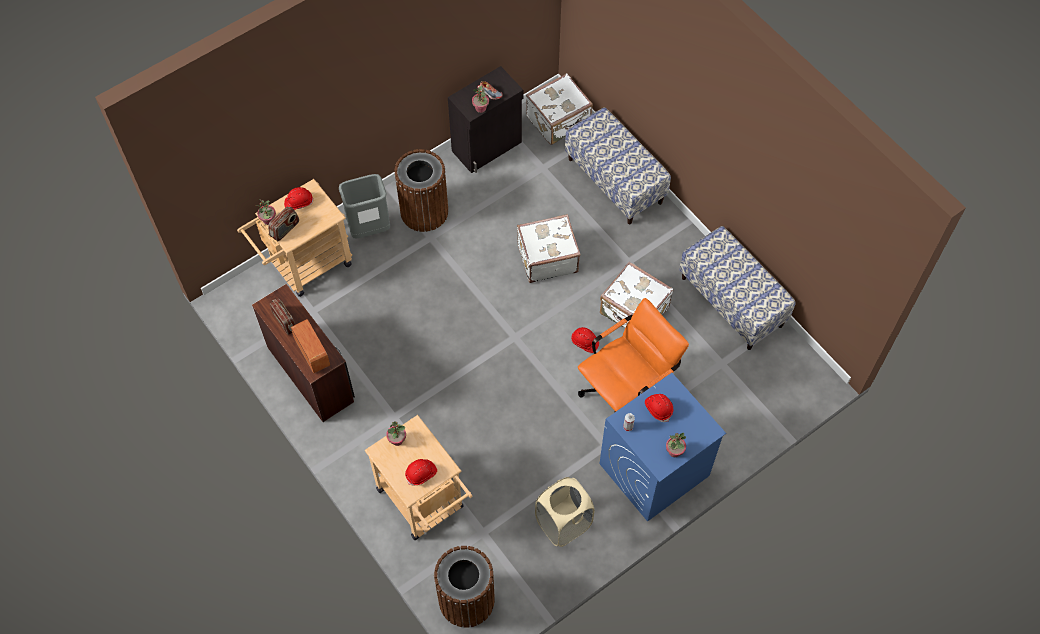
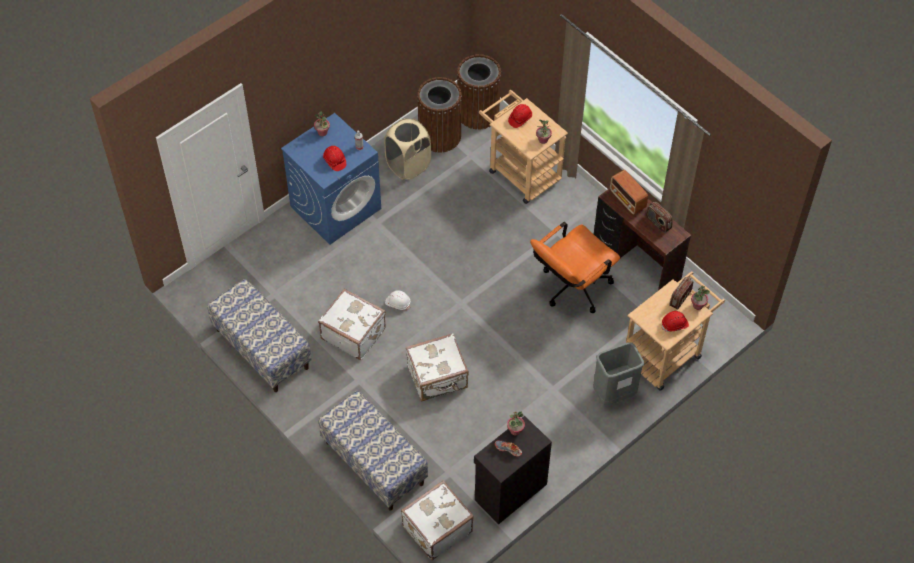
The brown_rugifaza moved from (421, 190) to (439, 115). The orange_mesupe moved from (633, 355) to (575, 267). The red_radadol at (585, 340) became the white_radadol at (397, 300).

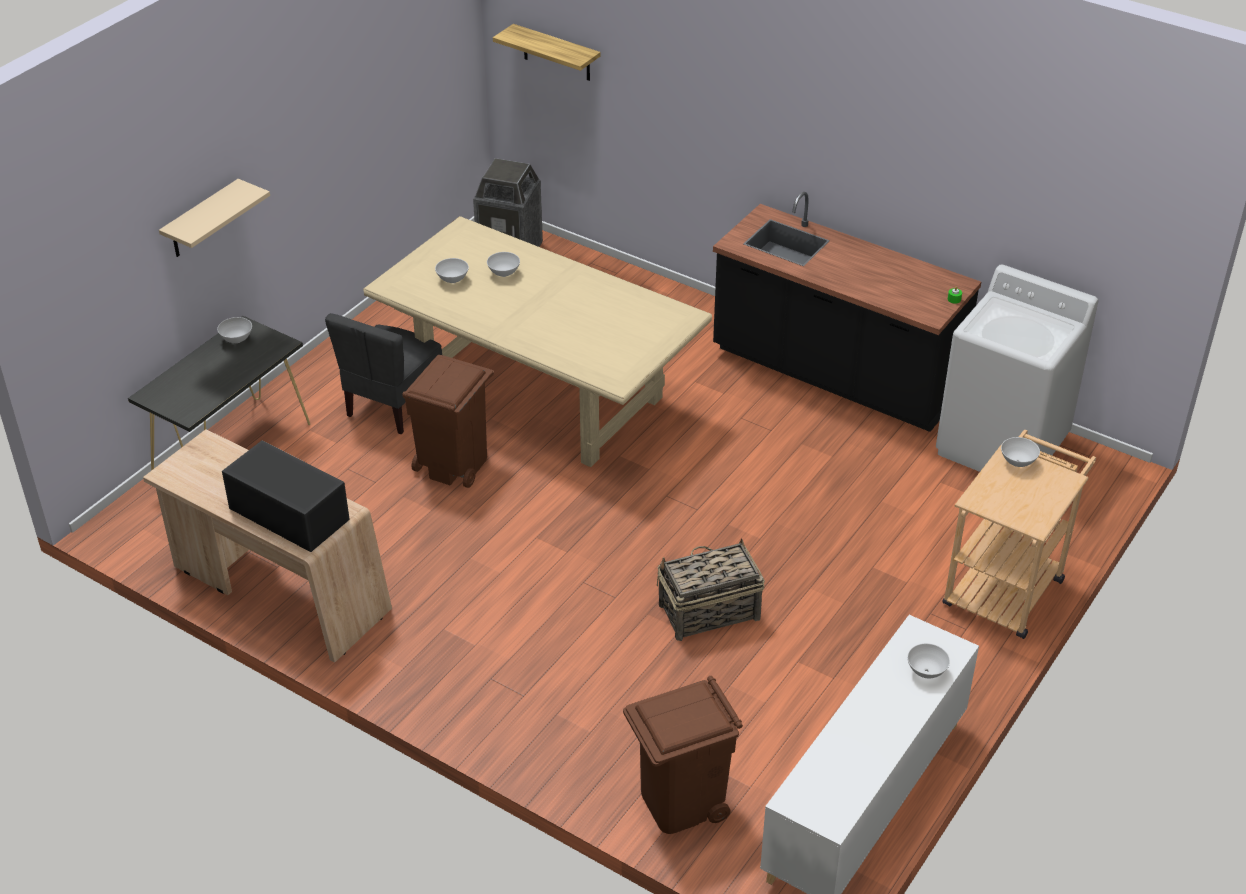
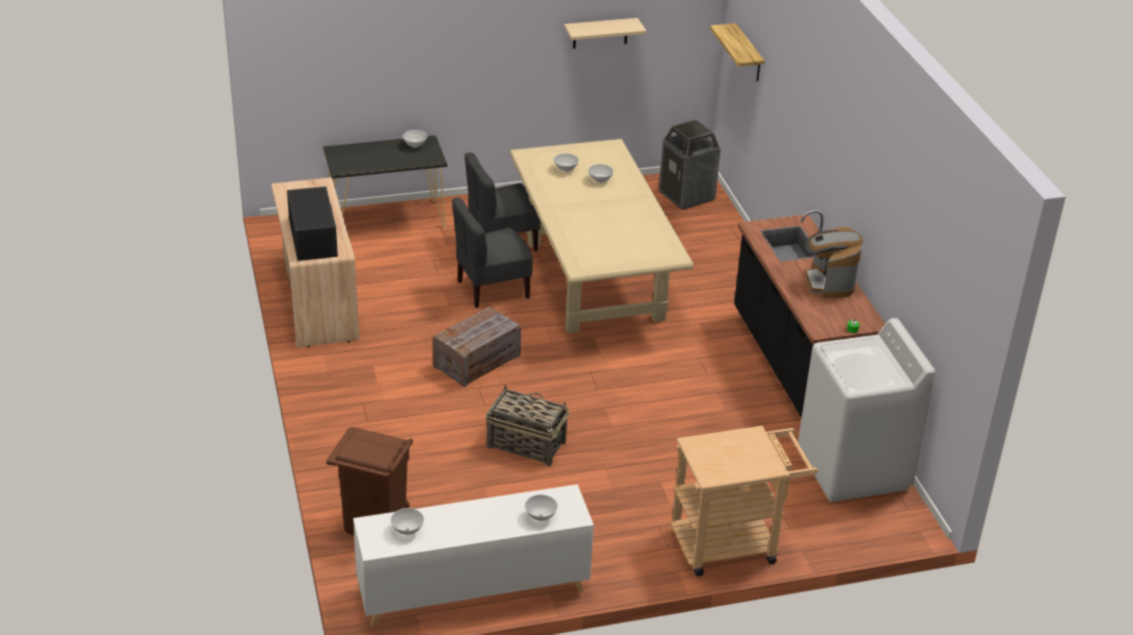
The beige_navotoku moved from (214, 218) to (605, 33). The brown_rugifaza at (448, 421) was replaced by the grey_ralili at (492, 253). The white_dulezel moved from (1020, 452) to (407, 521). The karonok at (834, 262) appeared. The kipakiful at (477, 346) appeared.

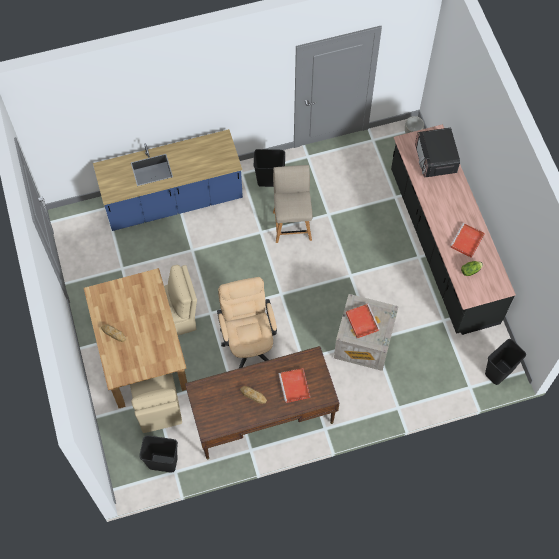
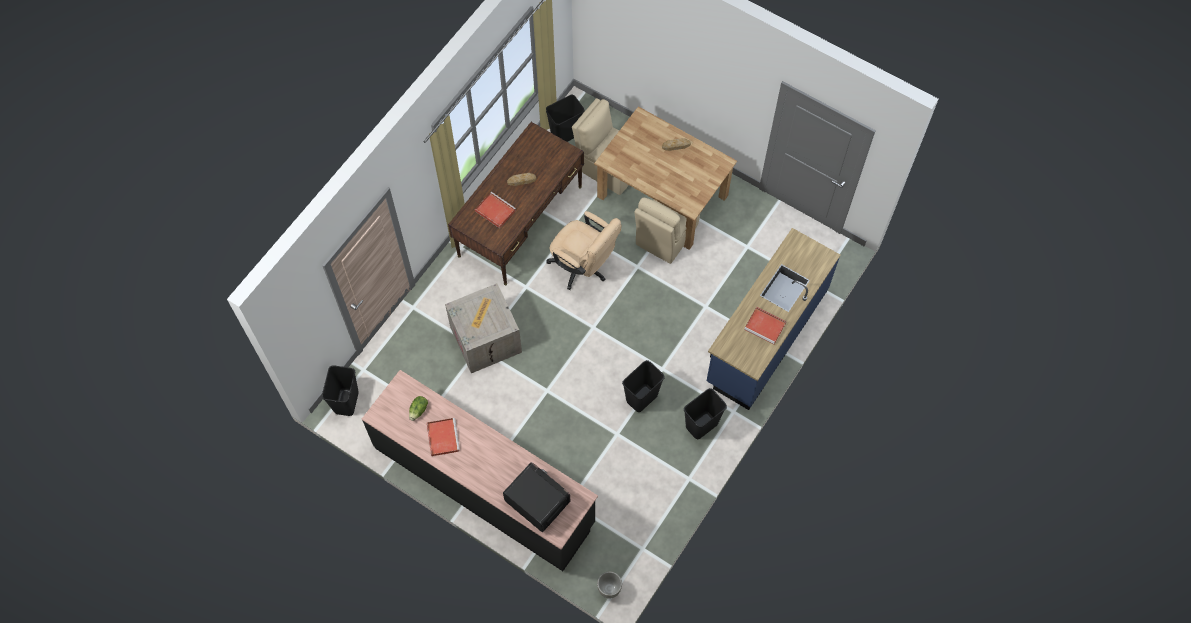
The beige_ralili at (292, 204) was replaced by the black_rugifaza at (643, 386). The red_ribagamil moved from (363, 321) to (765, 325).

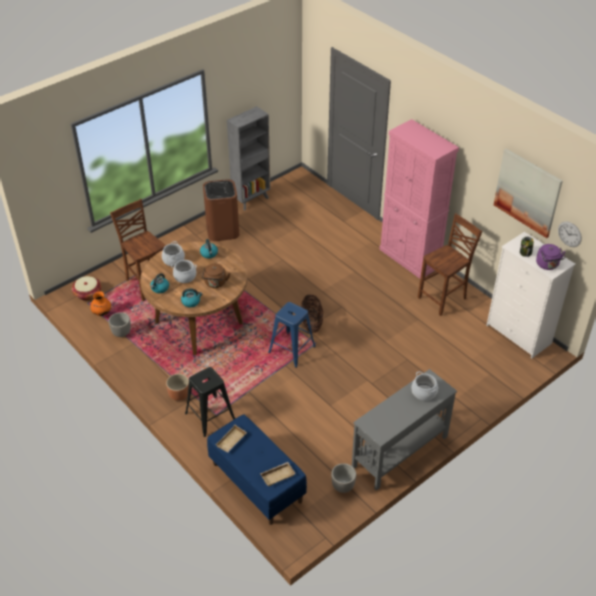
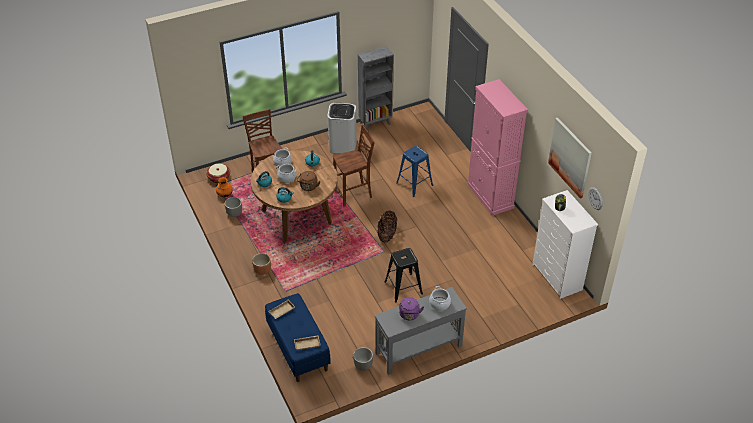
The brown_rugifaza at (221, 210) became the white_rugifaza at (342, 128). The brown_ralili moved from (450, 264) to (354, 165). The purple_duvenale moved from (550, 257) to (411, 308). The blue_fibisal moved from (292, 335) to (414, 171). The black_fibisal moved from (210, 402) to (403, 275).

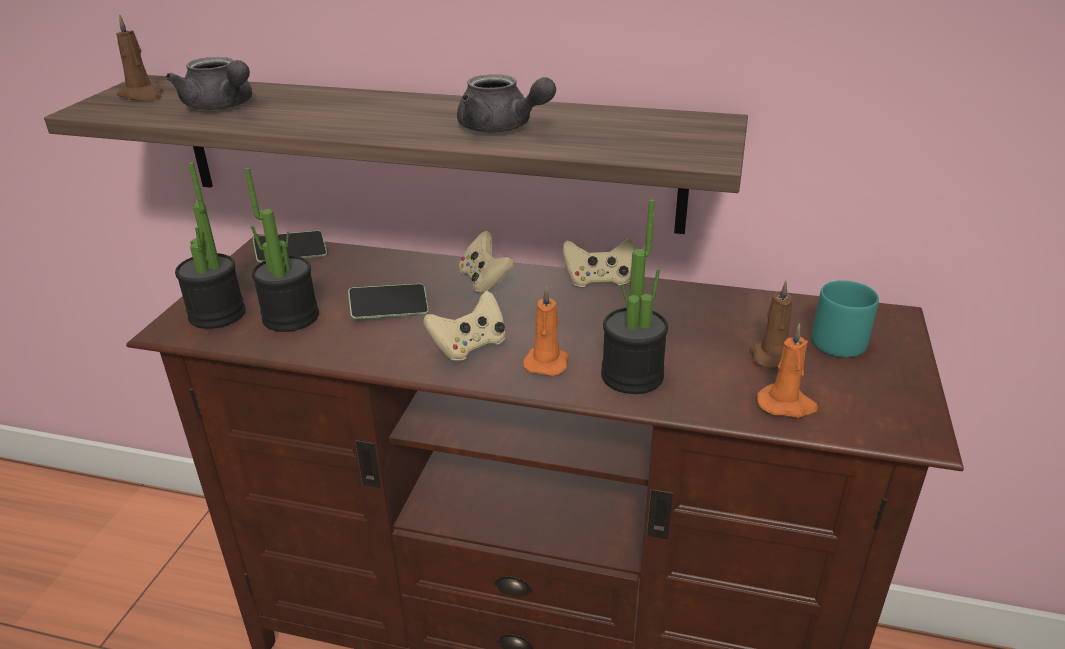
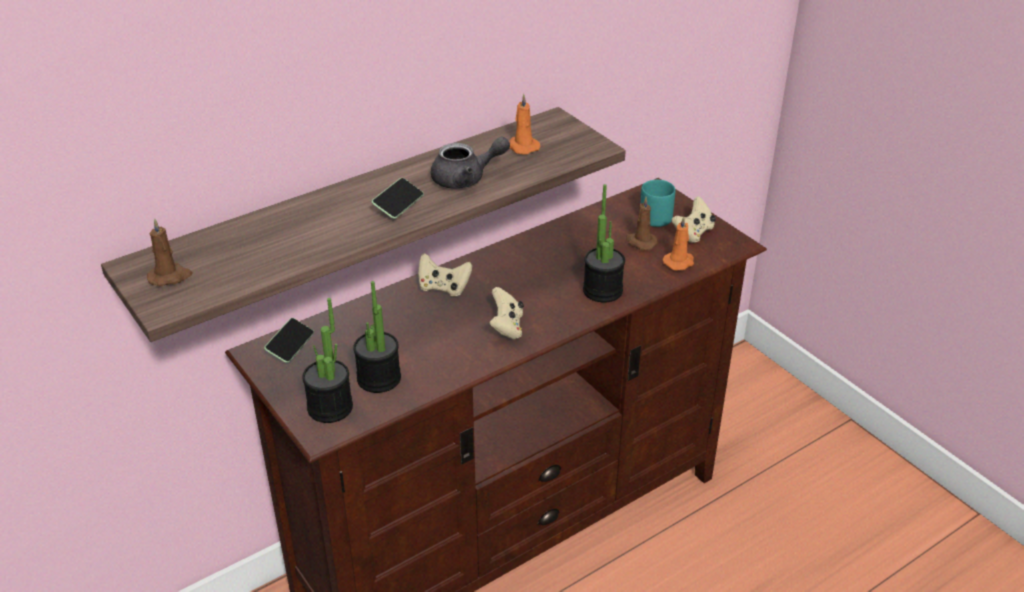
The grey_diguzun at (209, 83) disappeared. The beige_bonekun moved from (599, 263) to (693, 219). The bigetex moved from (388, 301) to (398, 198). The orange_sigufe moved from (545, 331) to (524, 124).

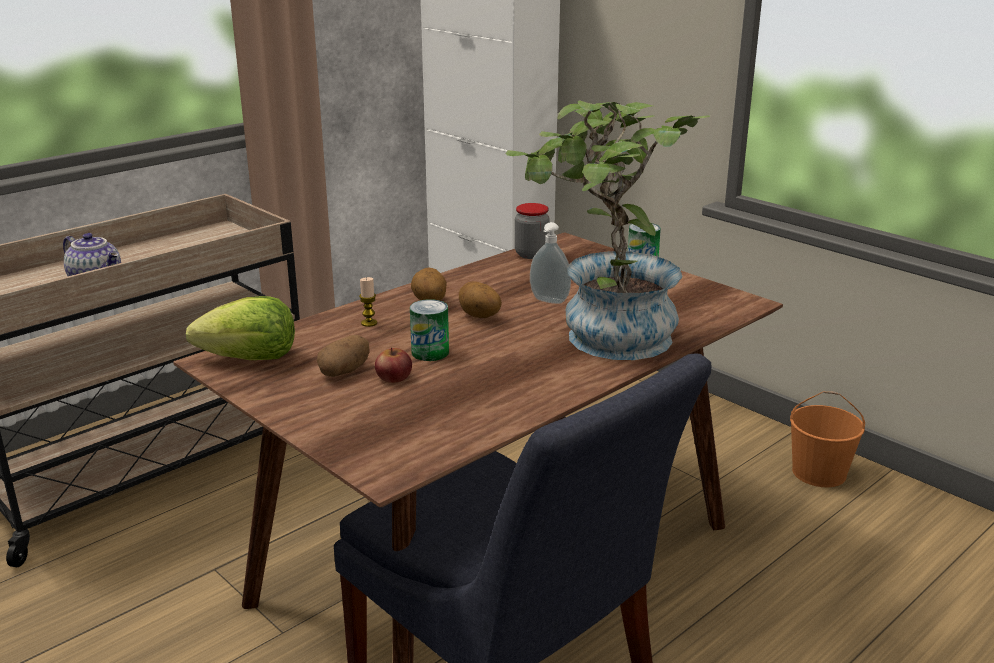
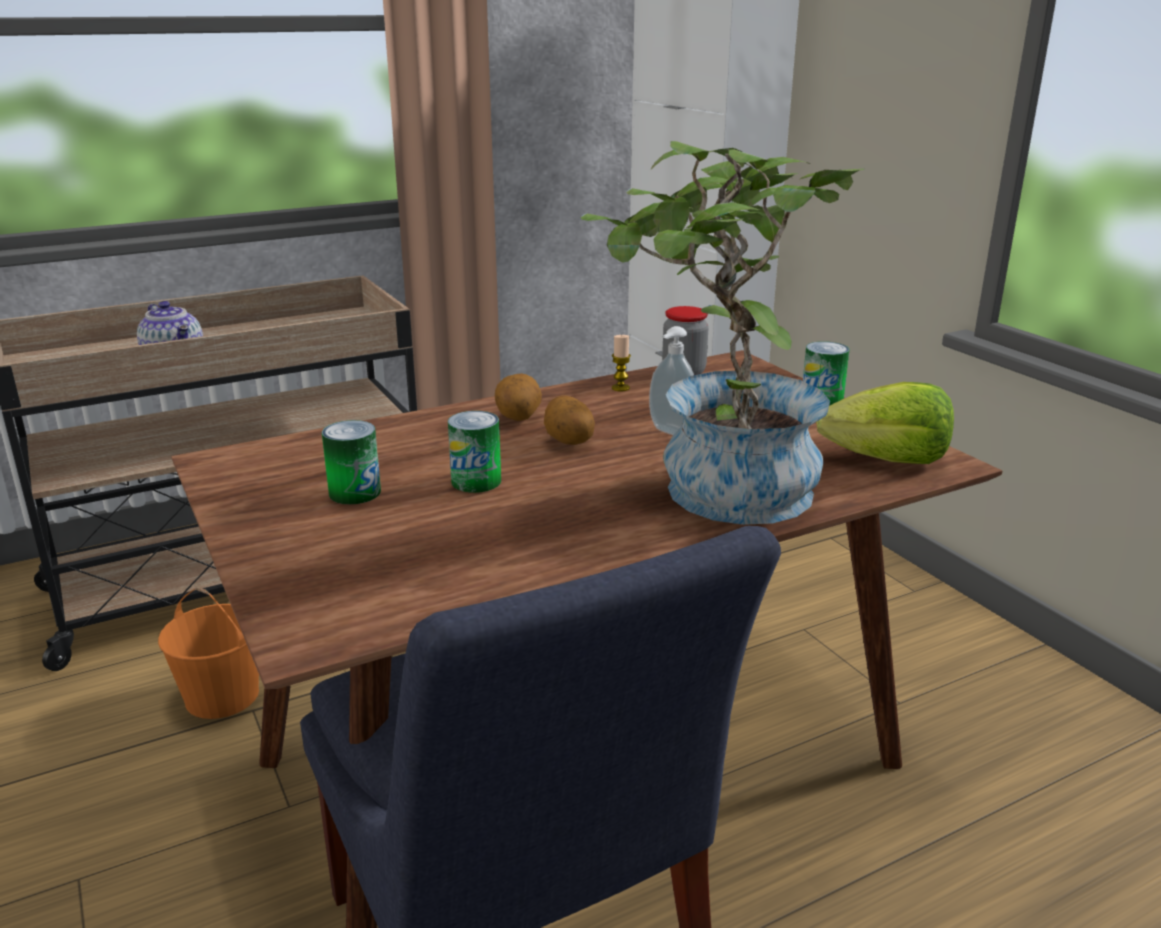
The sigufe moved from (368, 302) to (621, 362). The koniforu moved from (240, 328) to (885, 423). The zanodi at (343, 356) was replaced by the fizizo at (351, 462). The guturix at (393, 365) disappeared. The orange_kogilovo moved from (827, 439) to (208, 653).

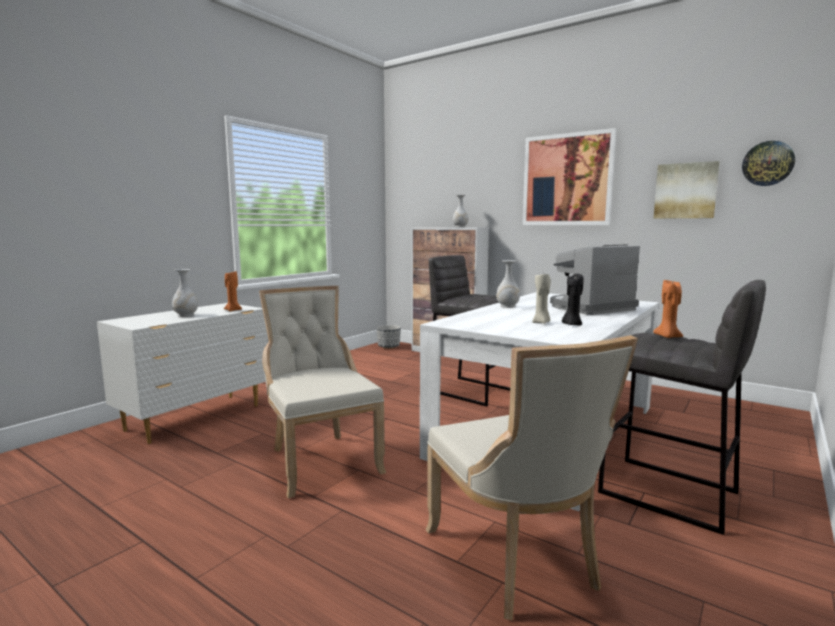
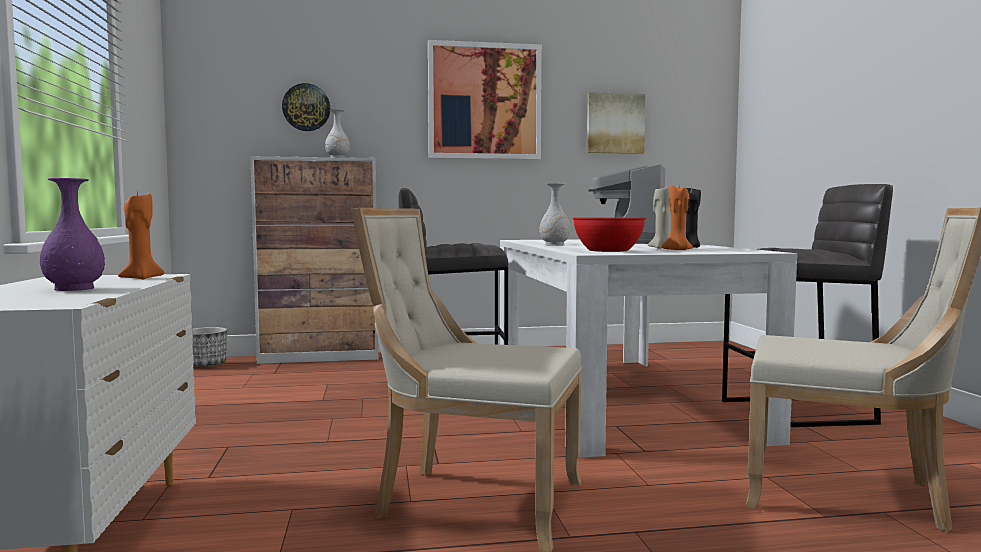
The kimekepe moved from (768, 163) to (306, 107). The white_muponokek at (185, 293) became the purple_muponokek at (72, 234). The orange_sigufe moved from (668, 309) to (677, 217). The red_dulezel at (609, 234) appeared.

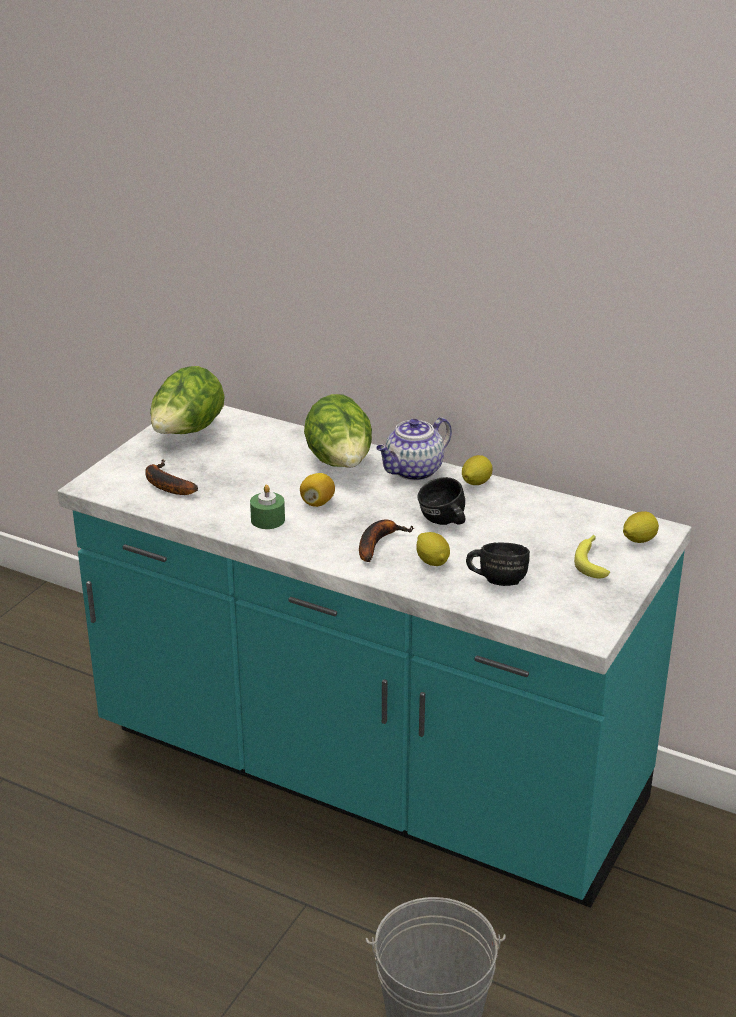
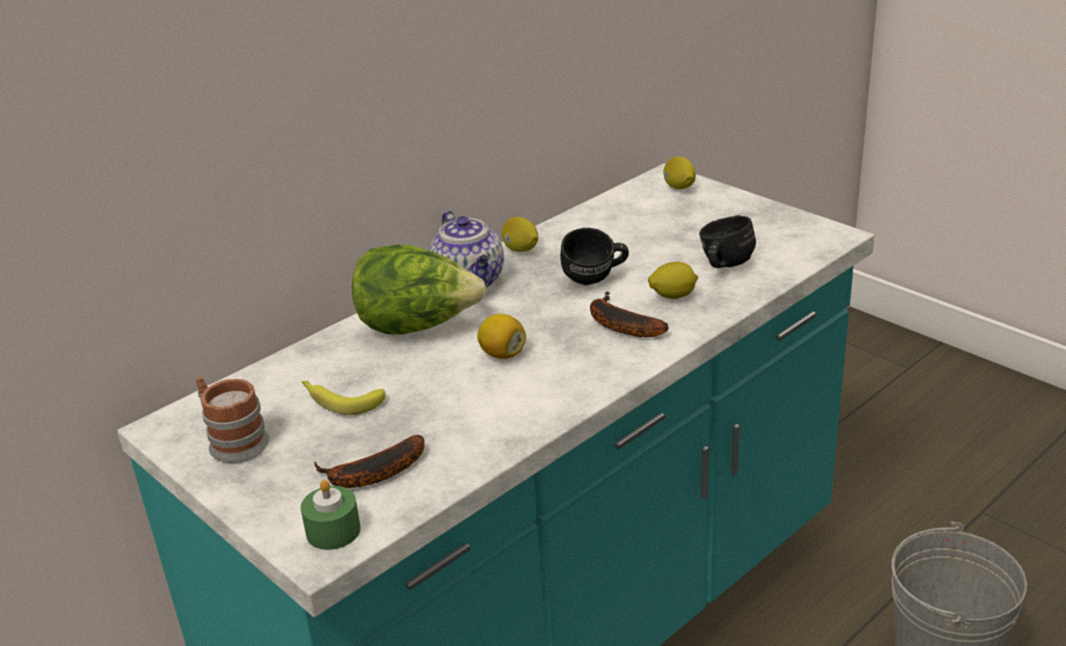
The koniforu at (187, 400) was replaced by the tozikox at (233, 420). The green_sigufe moved from (267, 507) to (331, 515). The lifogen moved from (592, 556) to (344, 398).

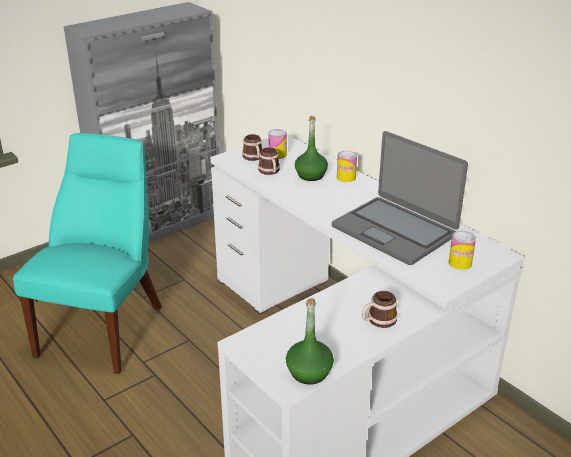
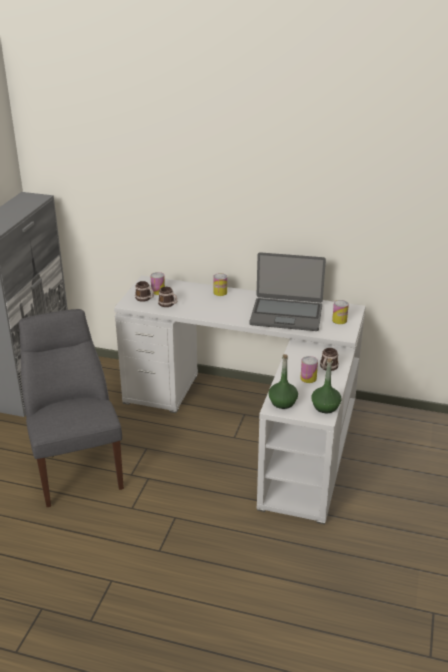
The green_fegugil moved from (311, 148) to (283, 381). The turquoise_ralili at (87, 253) became the grey_ralili at (71, 408). The fizizo at (309, 369) appeared.

